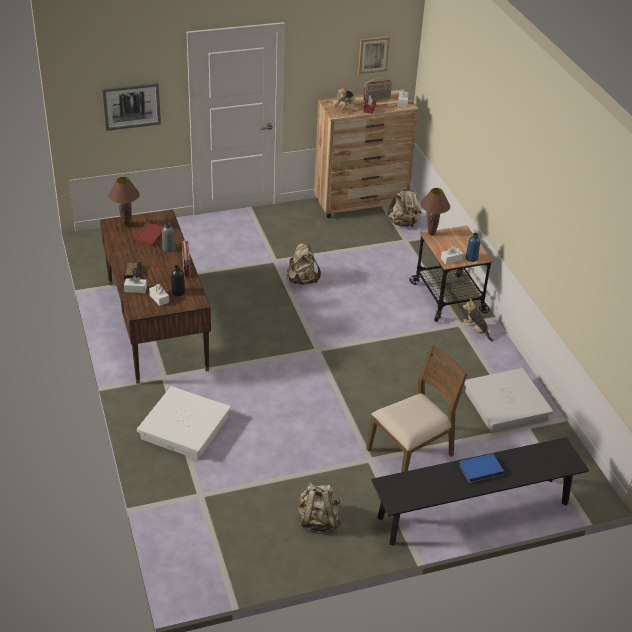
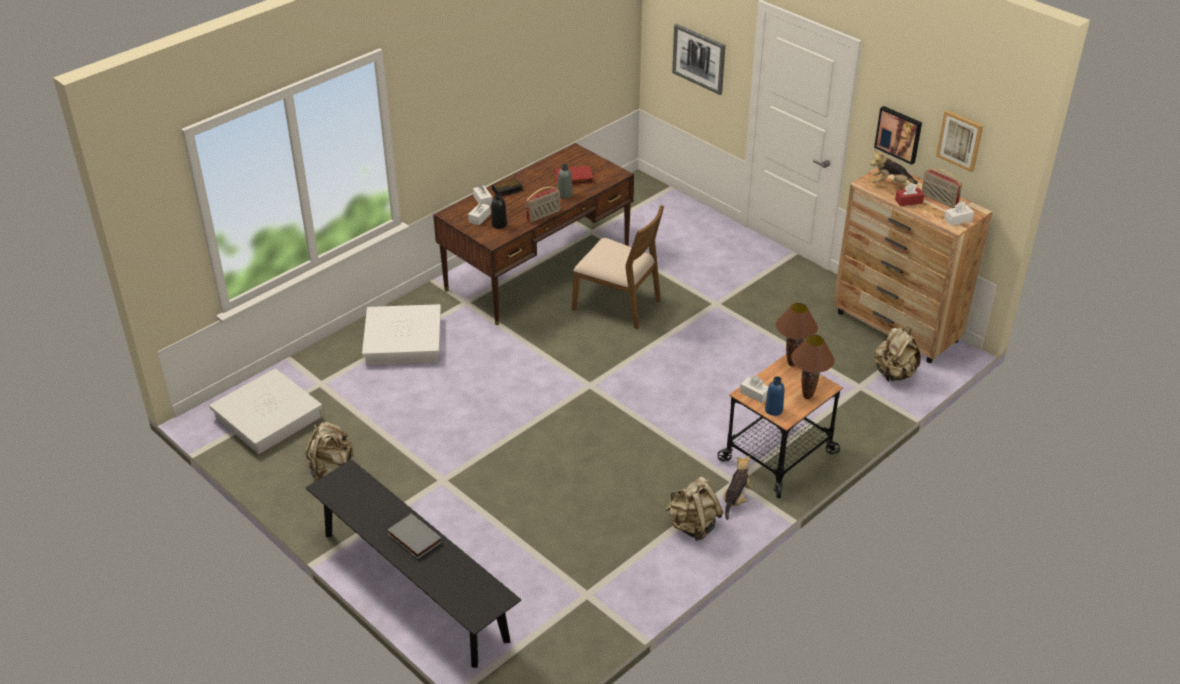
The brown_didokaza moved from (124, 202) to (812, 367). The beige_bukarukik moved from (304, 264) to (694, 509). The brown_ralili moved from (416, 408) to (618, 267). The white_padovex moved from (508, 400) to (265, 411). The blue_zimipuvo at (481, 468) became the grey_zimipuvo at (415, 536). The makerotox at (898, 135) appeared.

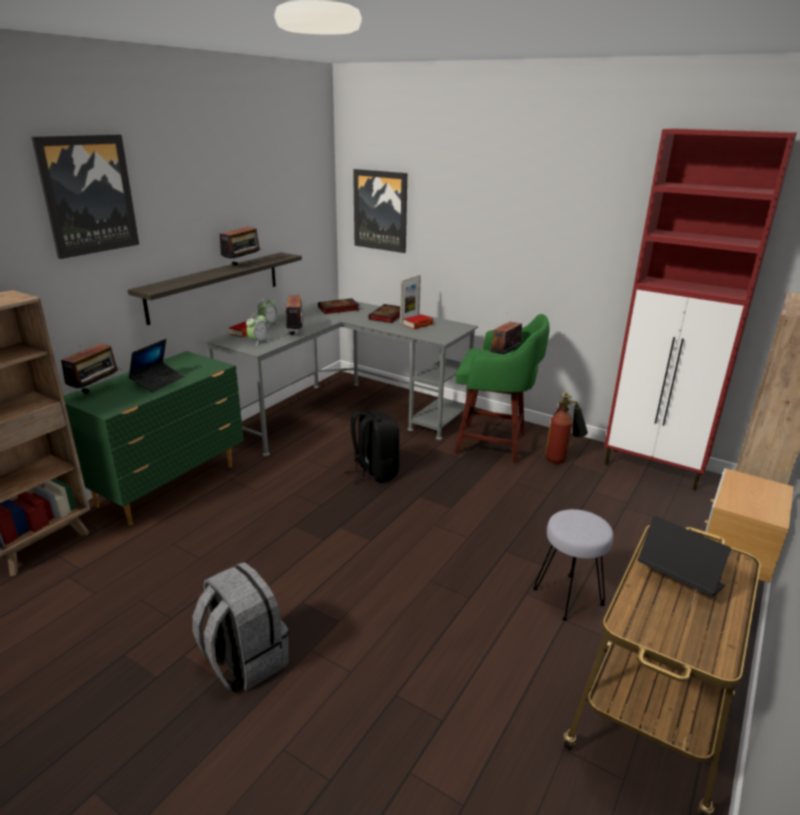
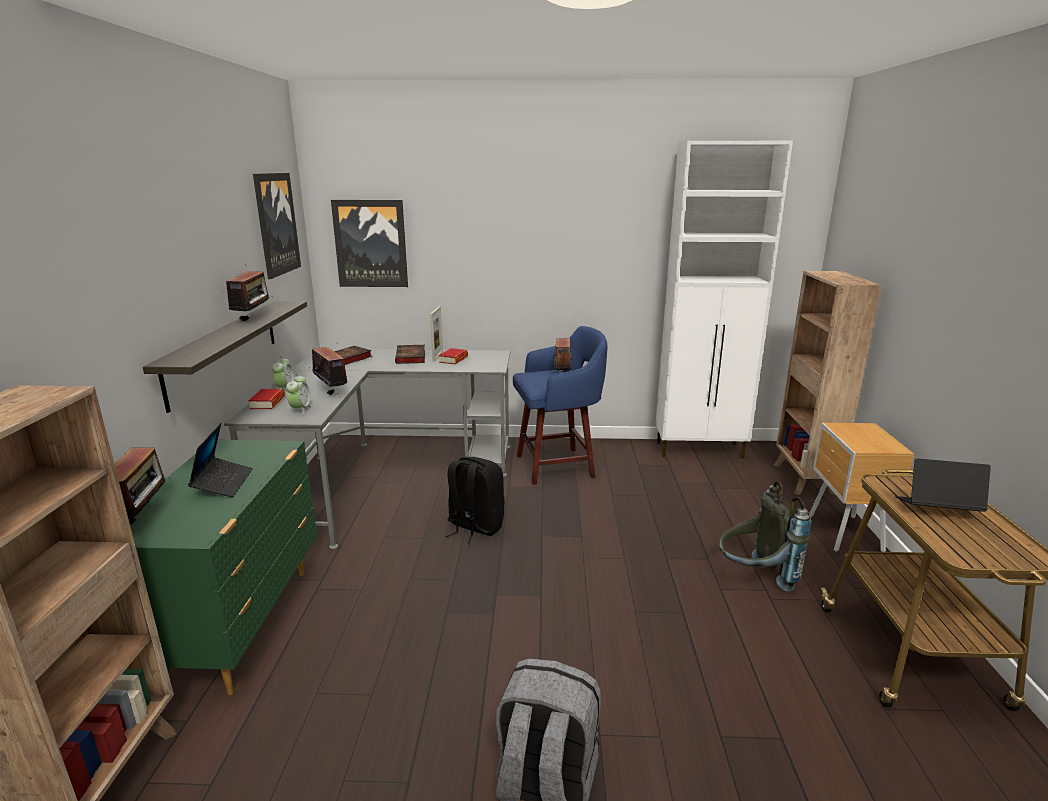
The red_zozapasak at (700, 309) became the white_zozapasak at (724, 299). The makerotox moved from (85, 197) to (277, 226). The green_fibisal at (502, 388) became the blue_fibisal at (560, 405). The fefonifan at (566, 428) disappeared. The grey_fibisal at (573, 565) was replaced by the grey_bukarukik at (765, 536).

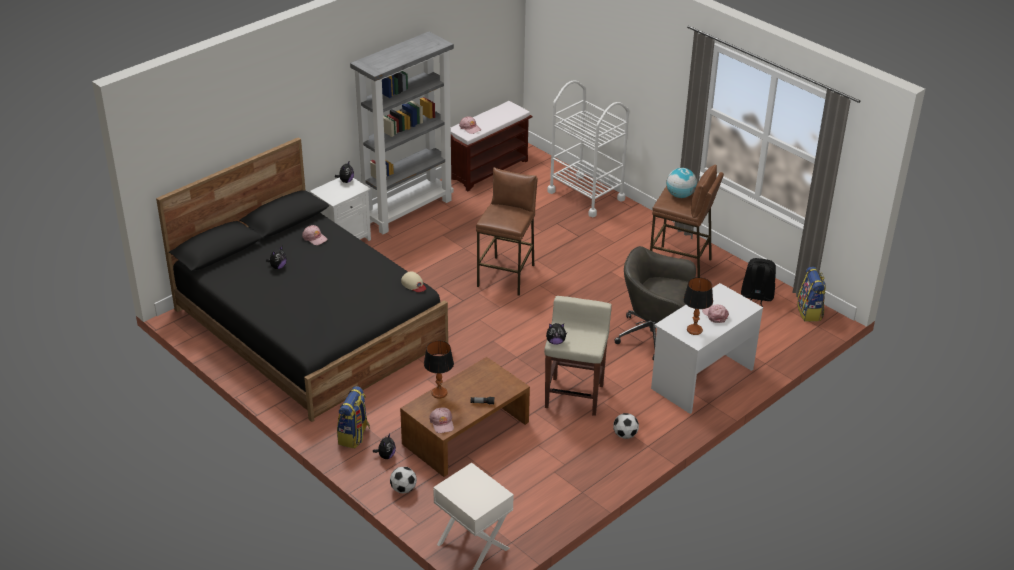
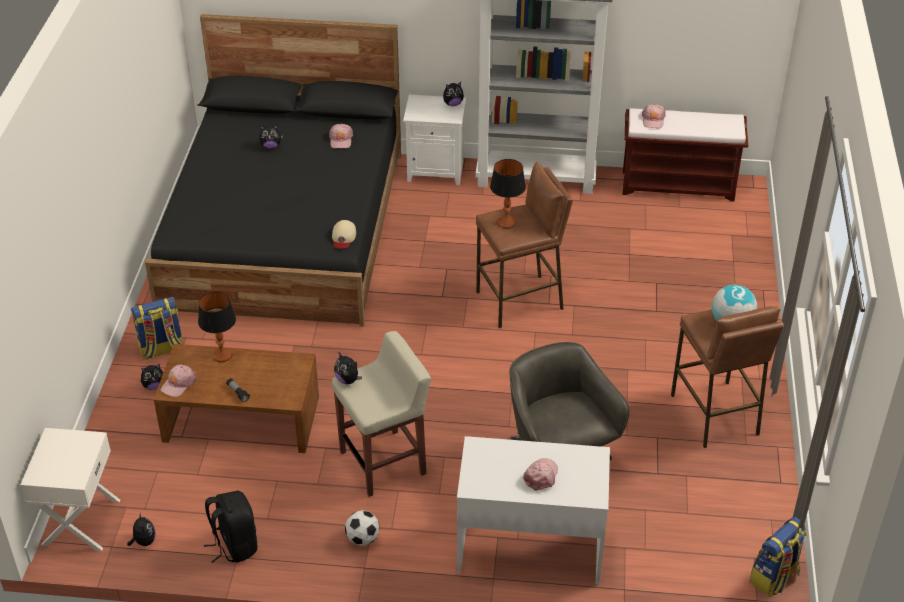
The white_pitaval at (588, 148) disappeared. The black_bukarukik moved from (758, 282) to (230, 527). The didokaza moved from (698, 306) to (508, 194). The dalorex at (403, 480) disappeared. The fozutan at (141, 529) appeared.

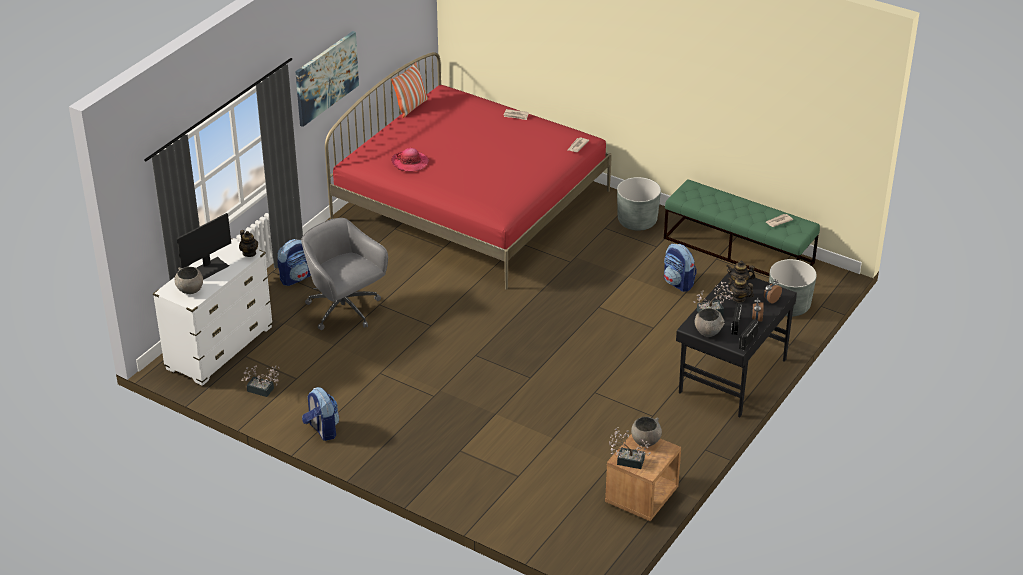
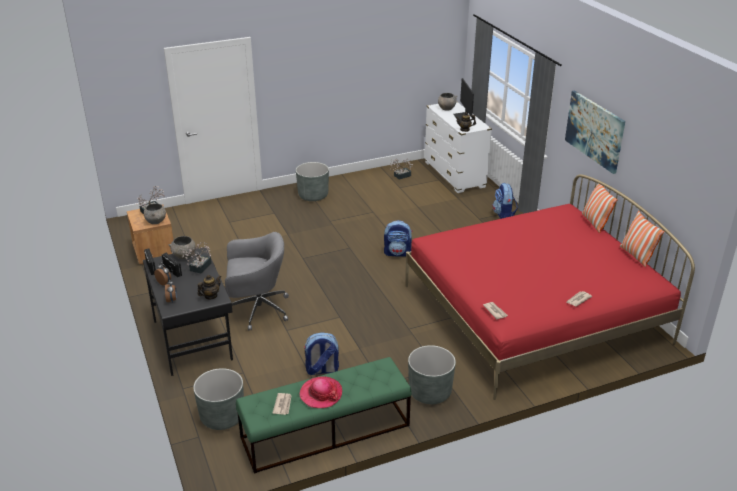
The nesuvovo moved from (410, 160) to (321, 392). The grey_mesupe moved from (344, 274) to (257, 281). The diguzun at (741, 289) disappeared. The bukarukik moved from (320, 414) to (398, 238). The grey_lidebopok at (312, 181) appeared. The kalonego at (599, 208) appeared.

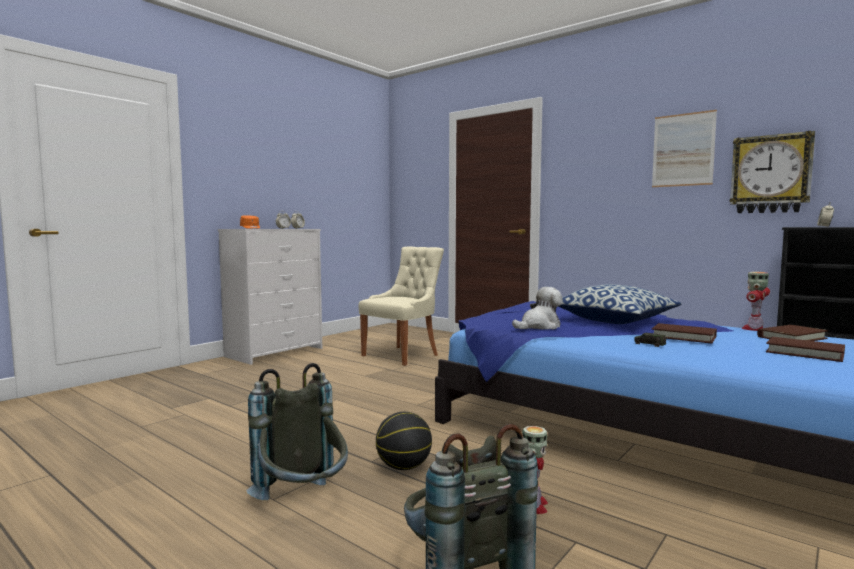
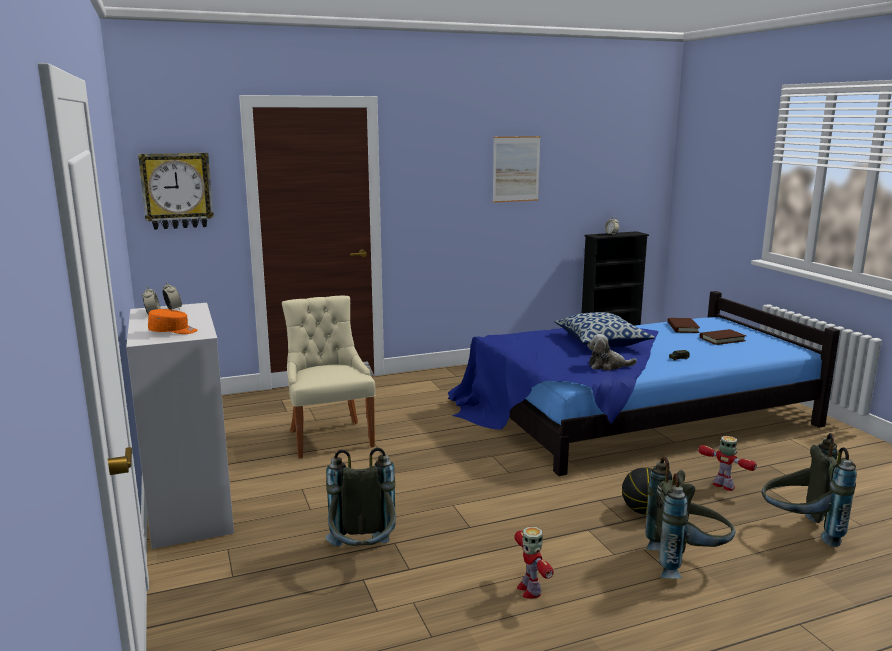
The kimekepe moved from (772, 172) to (176, 191). The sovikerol moved from (755, 301) to (534, 563). The fozutan at (537, 308) turned 90 degrees counterclockwise. The brown_zimipuvo at (684, 333) disappeared. The grey_bukarukik at (361, 497) appeared.

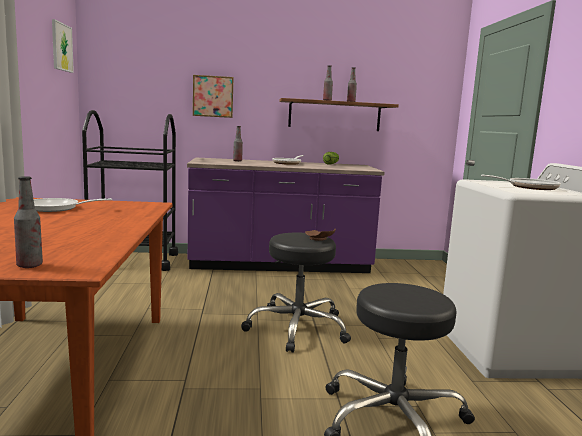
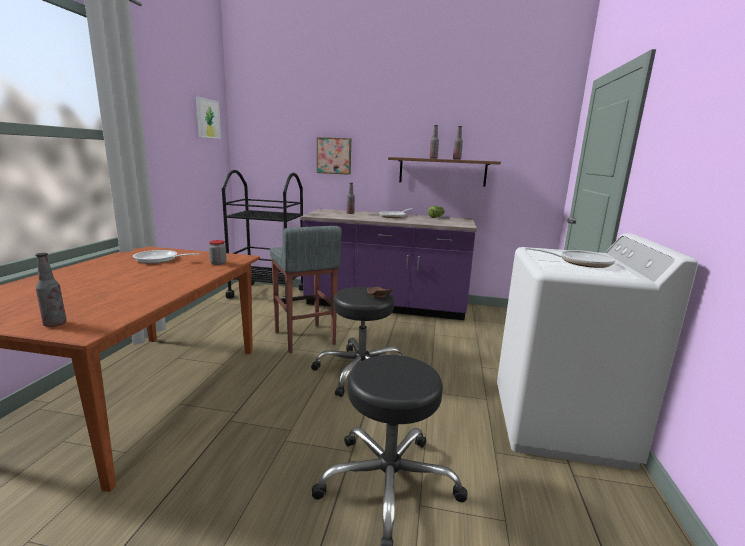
The grey_fibisal at (306, 289) appeared. The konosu at (218, 252) appeared.

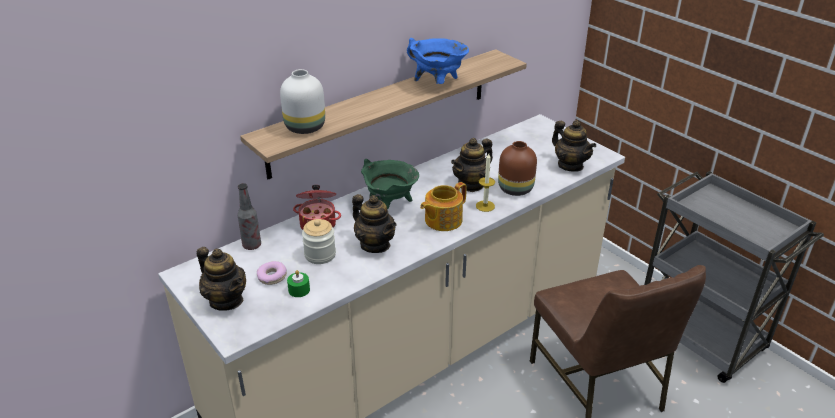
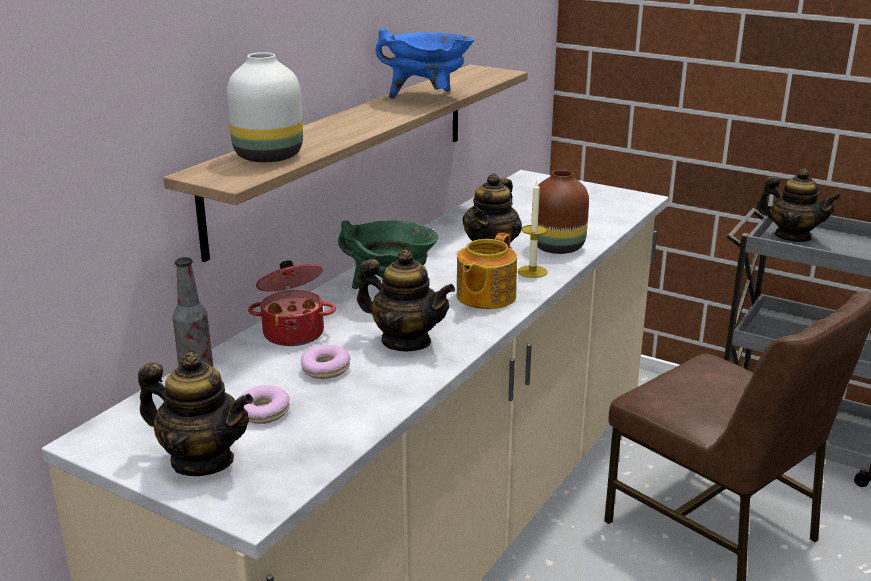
The diguzun moved from (574, 146) to (798, 205). The konosu at (319, 241) was replaced by the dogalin at (325, 362). The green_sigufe at (298, 283) disappeared.

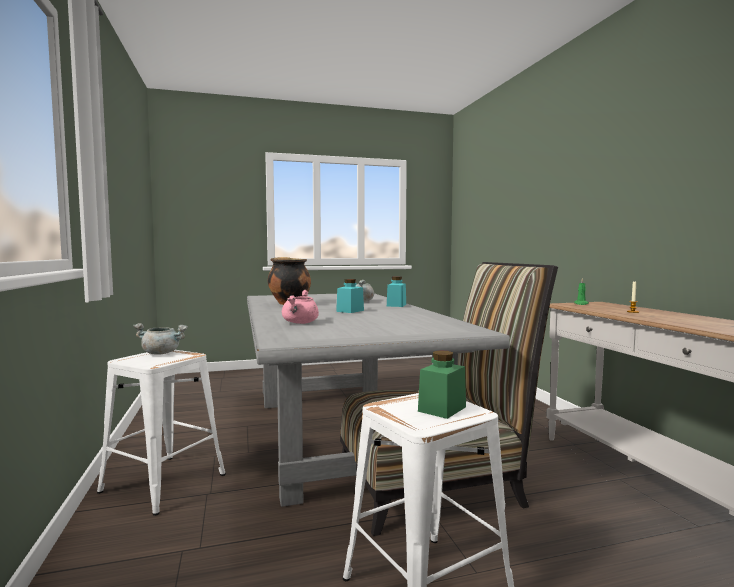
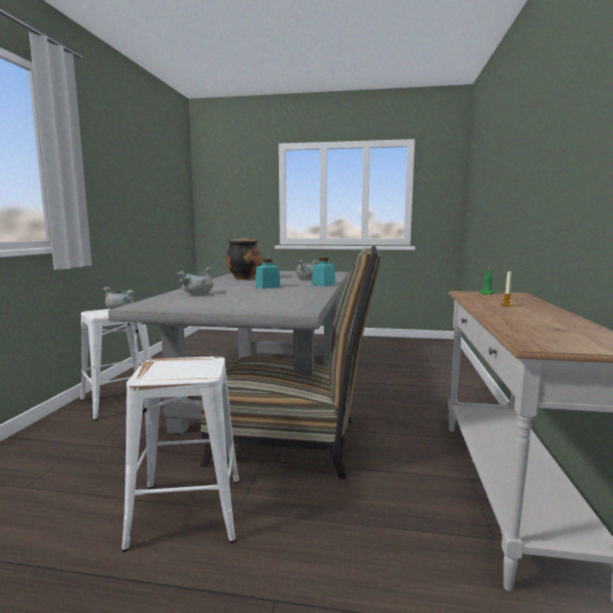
The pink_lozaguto at (300, 307) became the grey_lozaguto at (195, 281). The green_konosu at (442, 384) disappeared.

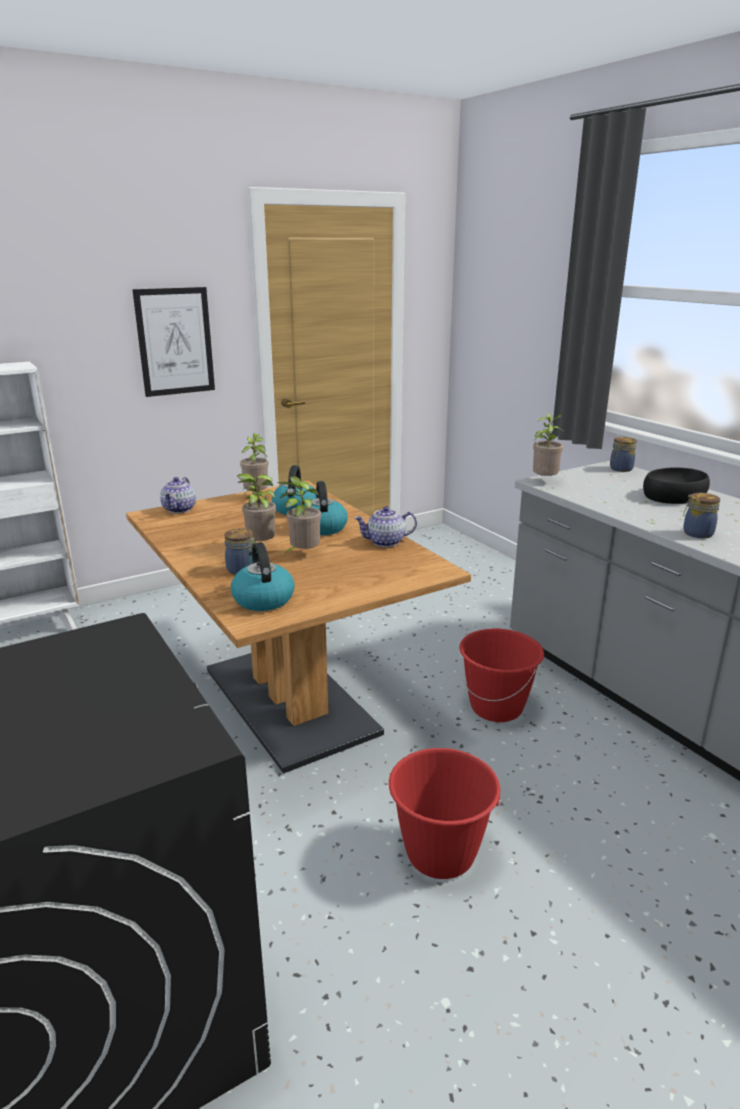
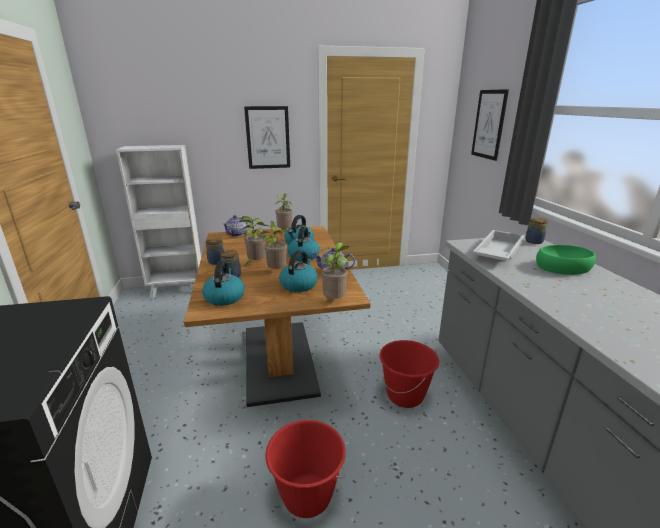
The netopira moved from (549, 444) to (334, 270). The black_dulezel at (676, 486) became the green_dulezel at (566, 260). The konosu moved from (701, 515) to (215, 251). The makerotox at (490, 125) appeared. The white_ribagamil at (499, 245) appeared. The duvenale at (298, 271) appeared.

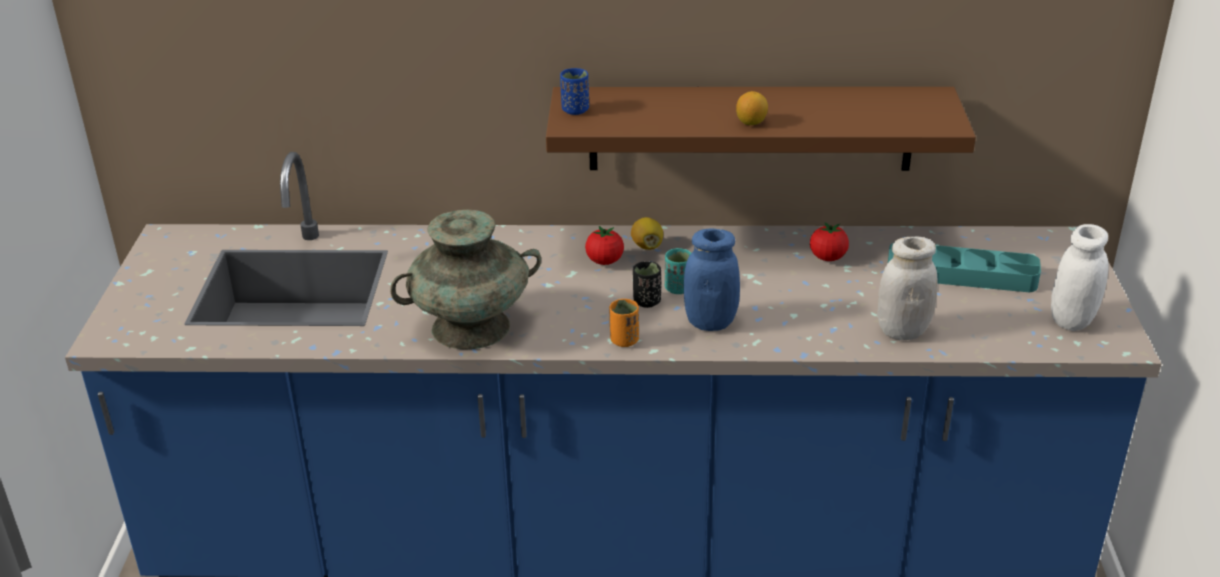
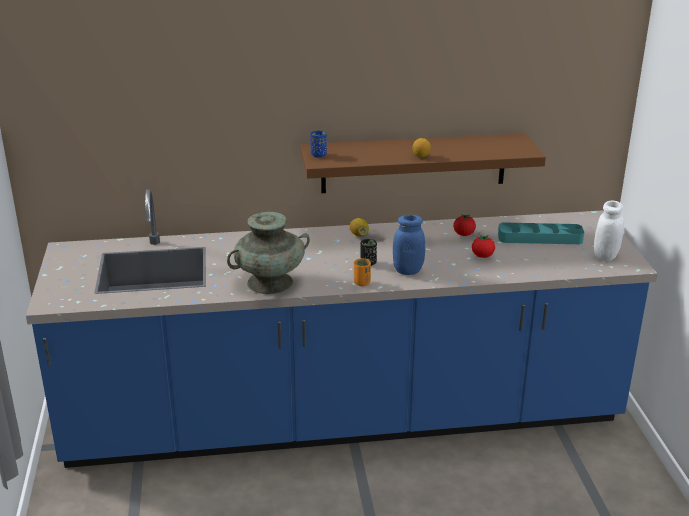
The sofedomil moved from (604, 245) to (483, 246). The white_konosu at (907, 288) disappeared. The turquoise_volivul at (678, 271) disappeared.

